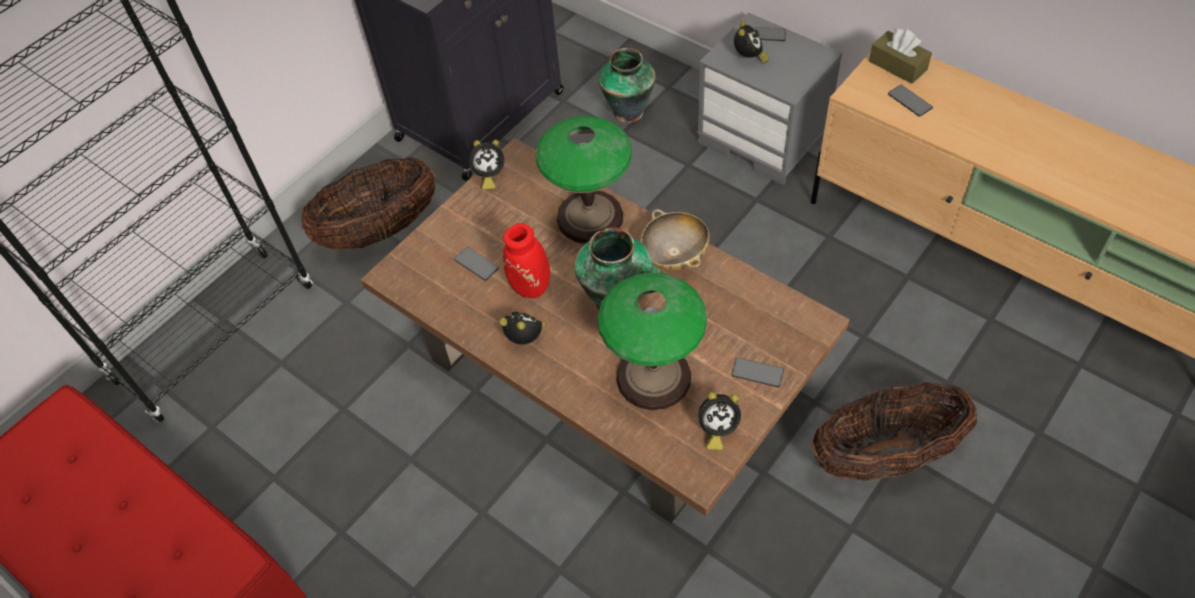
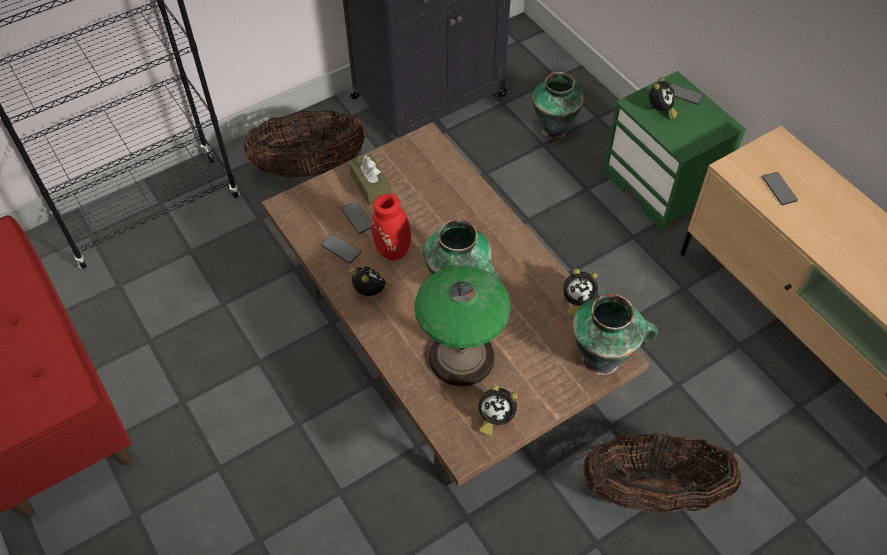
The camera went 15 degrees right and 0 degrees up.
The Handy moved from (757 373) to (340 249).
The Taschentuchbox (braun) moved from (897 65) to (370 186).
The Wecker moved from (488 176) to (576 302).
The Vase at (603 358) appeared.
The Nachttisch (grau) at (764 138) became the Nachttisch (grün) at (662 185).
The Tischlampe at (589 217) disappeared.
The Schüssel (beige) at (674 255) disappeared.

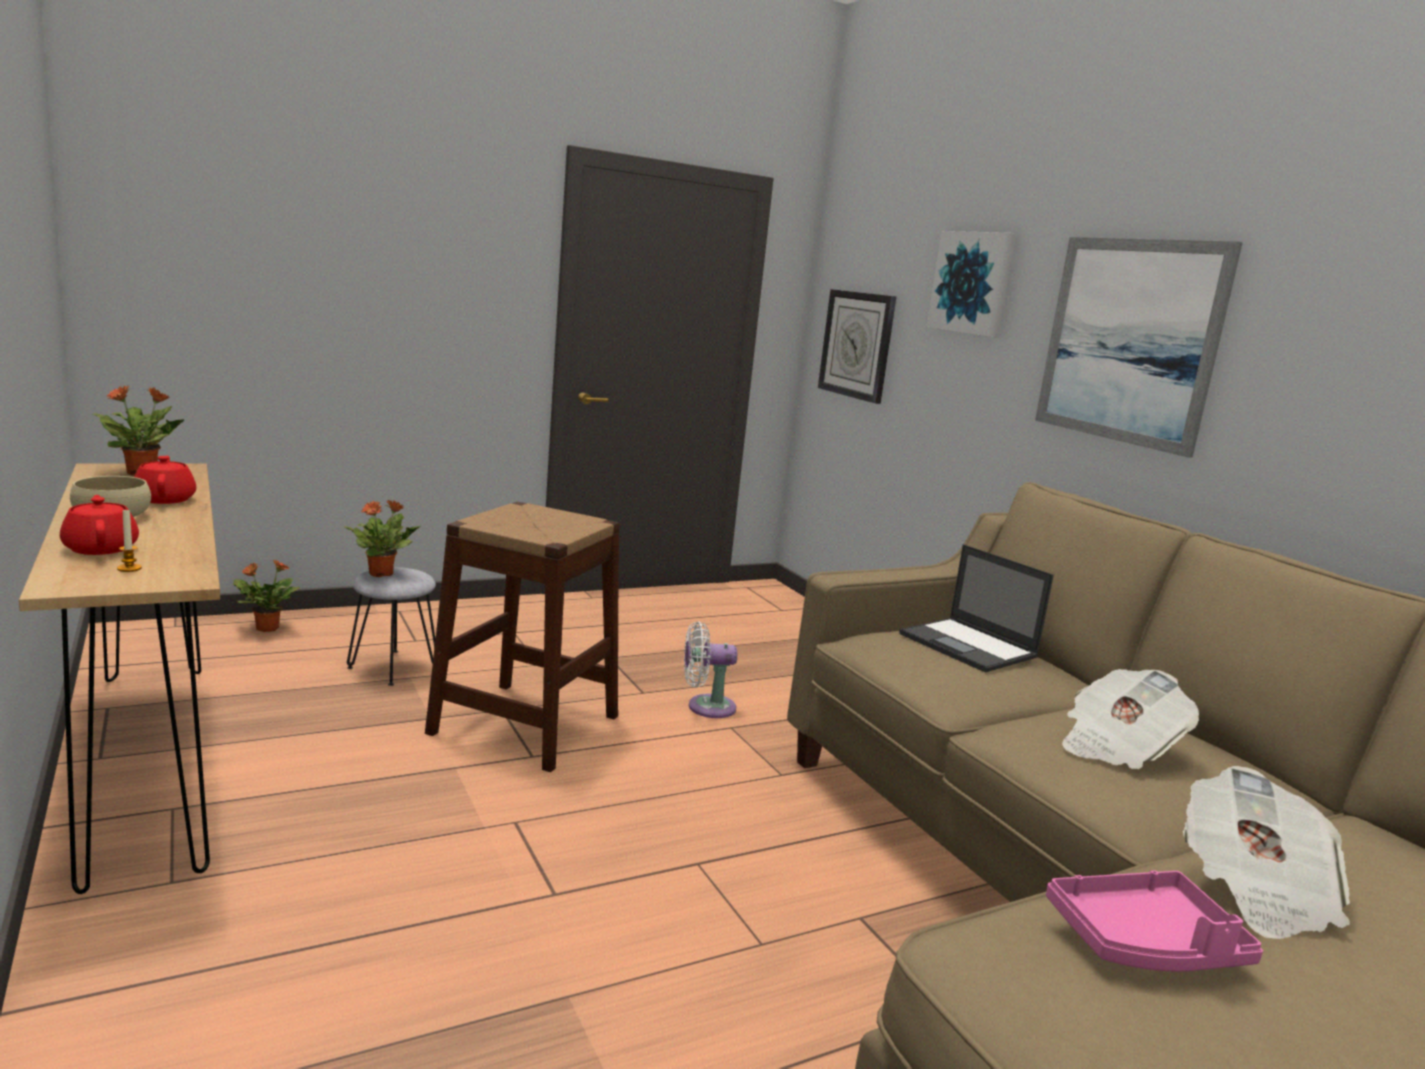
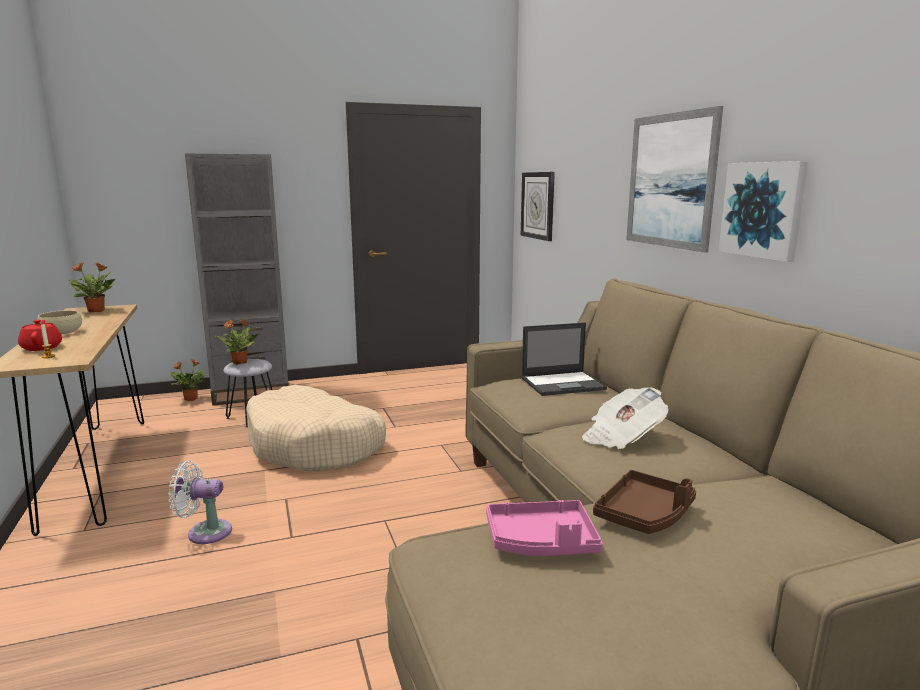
The camera went 10 degrees right and 0 degrees up.
The Ventilator (weiß) moved from (706 707) to (205 532).
The Bücherregal (grau) at (251 393) appeared.
The Hocker (braun) at (524 724) was replaced by the Hundebett (beige) at (315 446).
The Laptop at (969 646) turned 75 degrees counterclockwise.
The Zeitung at (1255 890) was replaced by the Tablett (braun) at (645 515).
The Bild moved from (972 283) to (762 210).
The Teekanne (rot) at (165 499) disappeared.

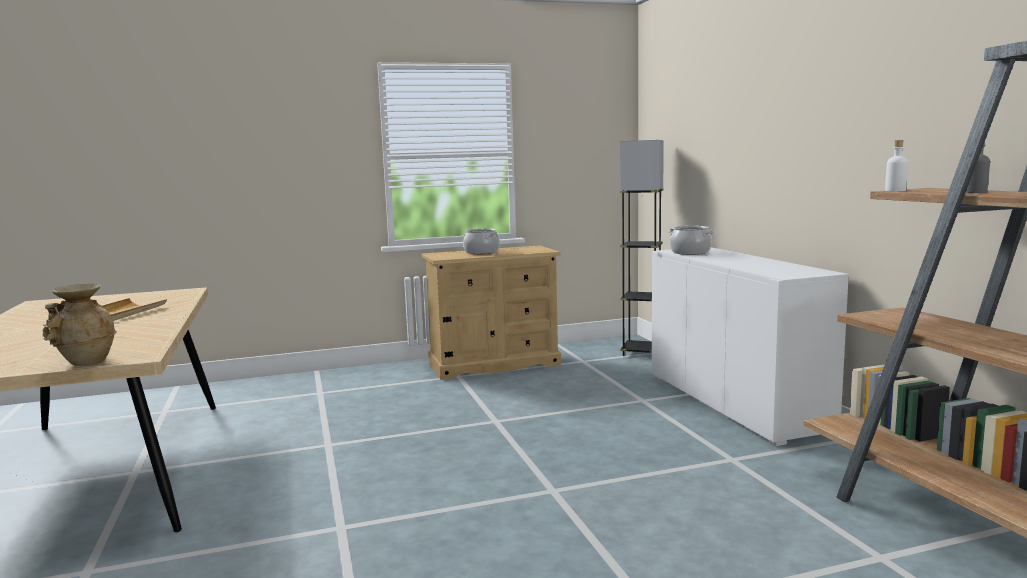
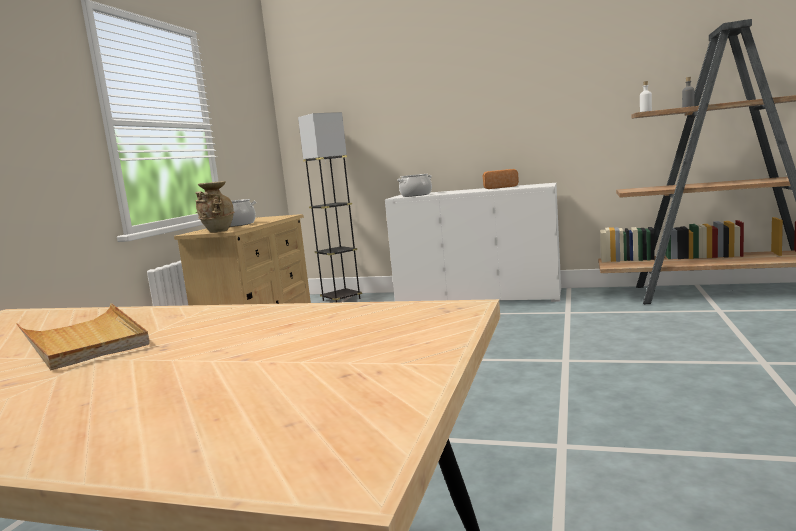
The camera went 55 degrees left and 0 degrees up.
The Vase (beige) moved from (85 362) to (217 231).
The Brot at (499 187) appeared.

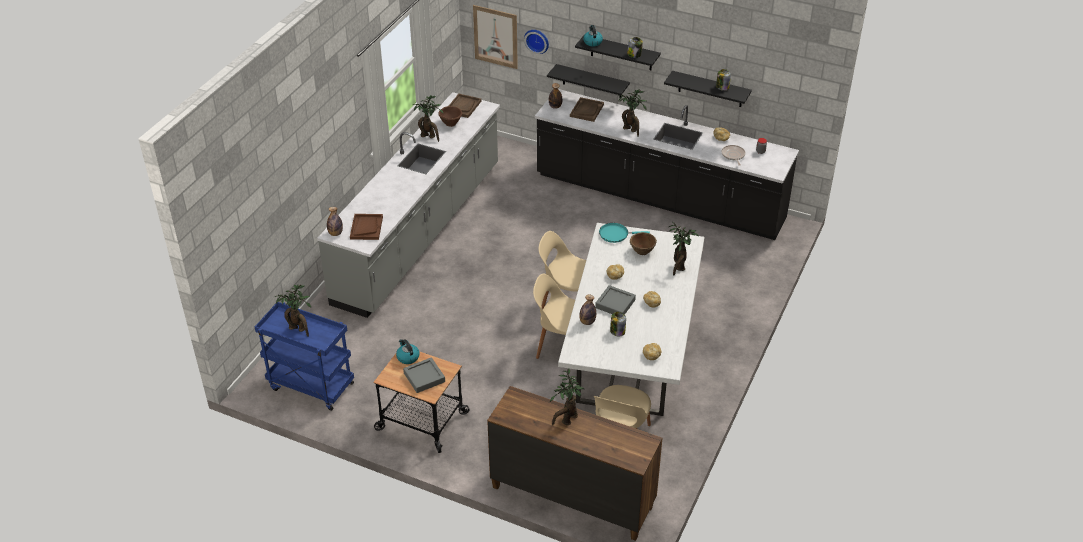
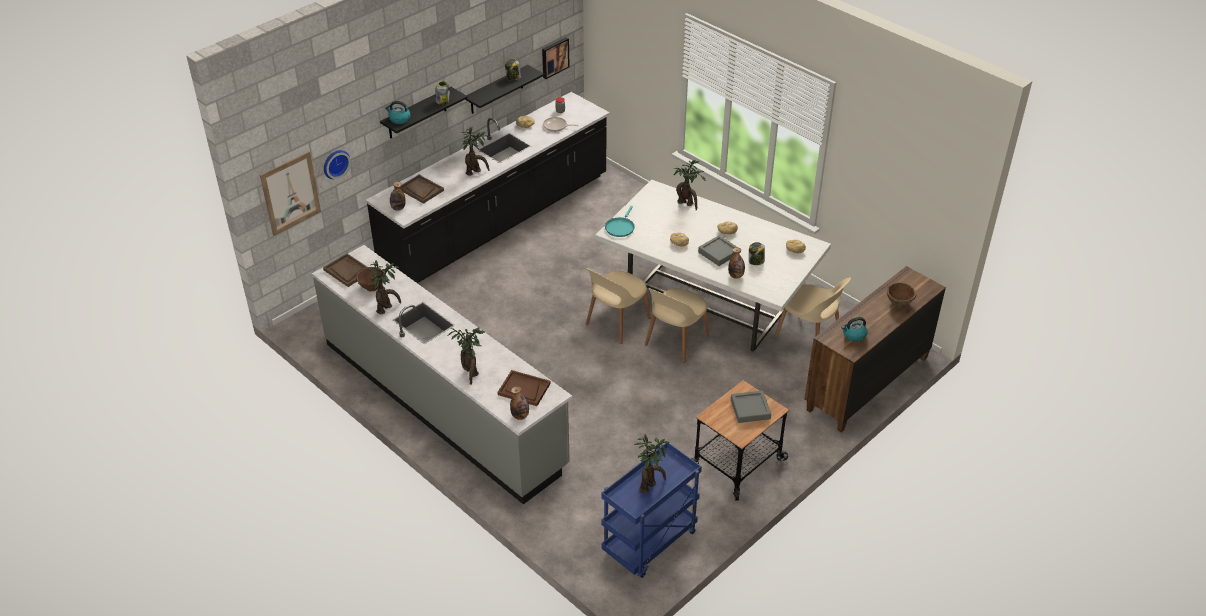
The camera went 70 degrees left and 0 degrees up.
The Topfpflanze moved from (567 420) to (471 373).
The Bild at (554 57) appeared.
The Wasserkessel moved from (407 357) to (853 335).
The Schüssel (braun) moved from (642 251) to (899 303).
The Wandregal (schwarz) at (592 82) disappeared.

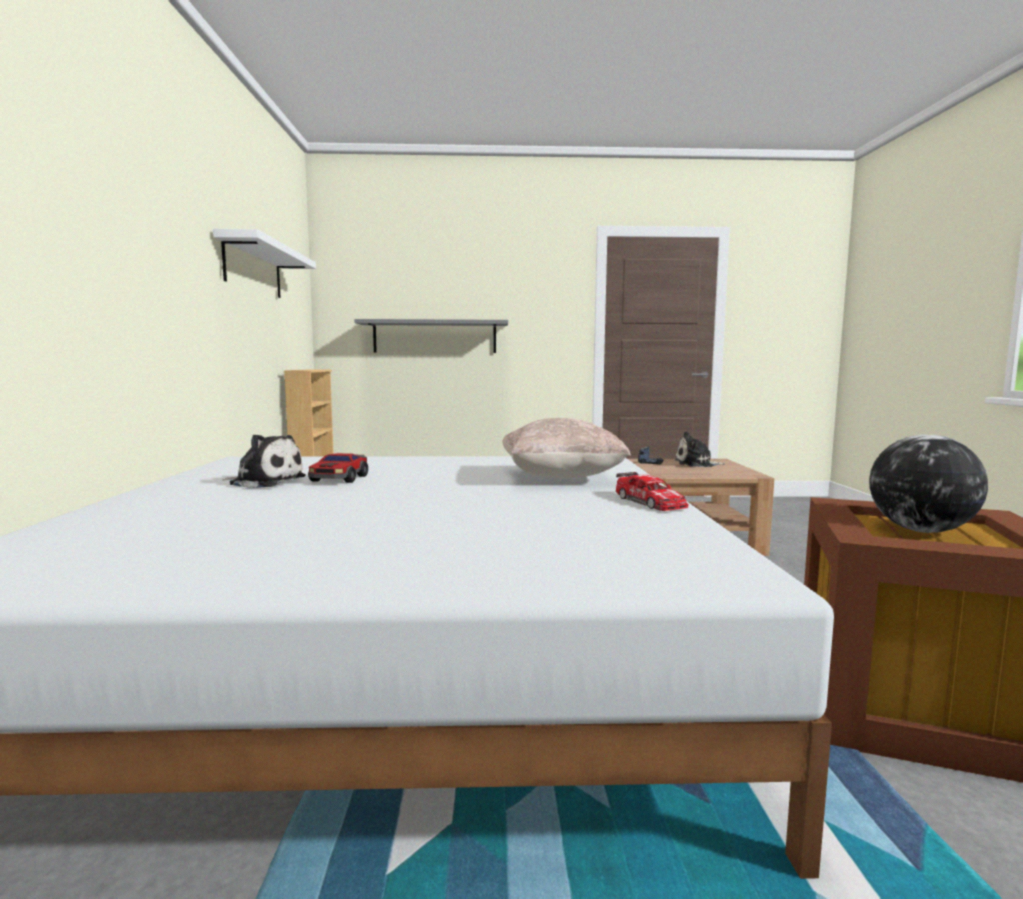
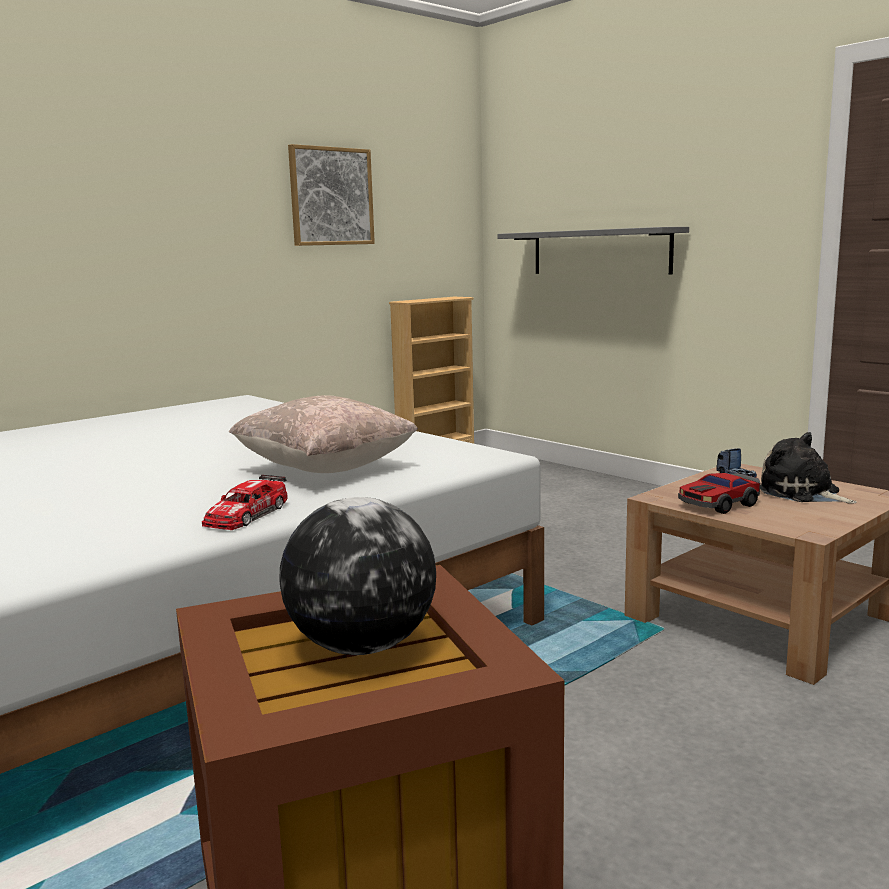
The camera went 50 degrees right and 5 degrees up.
The Wandregal (weiß) at (253 269) was replaced by the Bild at (331 196).
The Spielzeugauto moved from (340 478) to (719 504).
The Plüschtier at (265 481) disappeared.

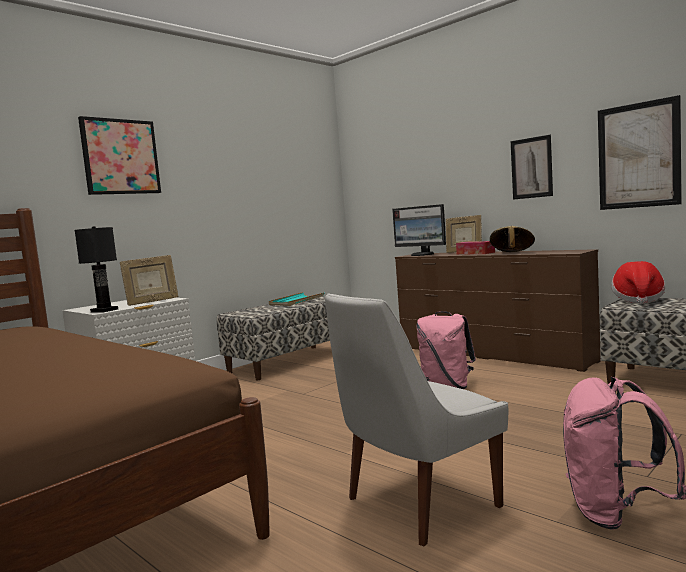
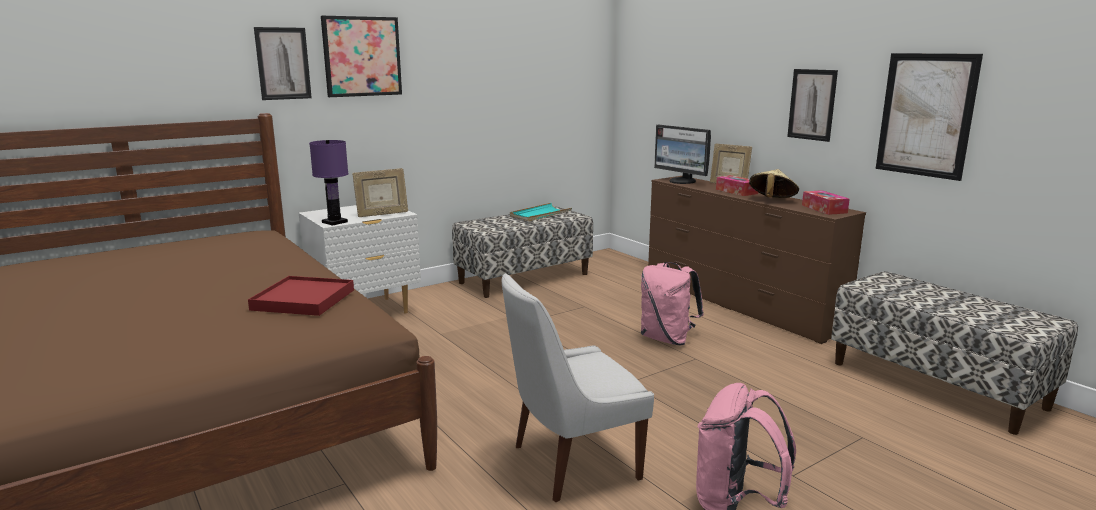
The camera went 10 degrees right and 10 degrees up.
The Tablett (rot) at (303 300) appeared.
The Bild at (283 63) appeared.
The Tischlampe (schwarz) at (104 310) became the Tischlampe (lila) at (334 222).
The Taschentuchbox at (824 209) appeared.
The Hut at (638 299) disappeared.

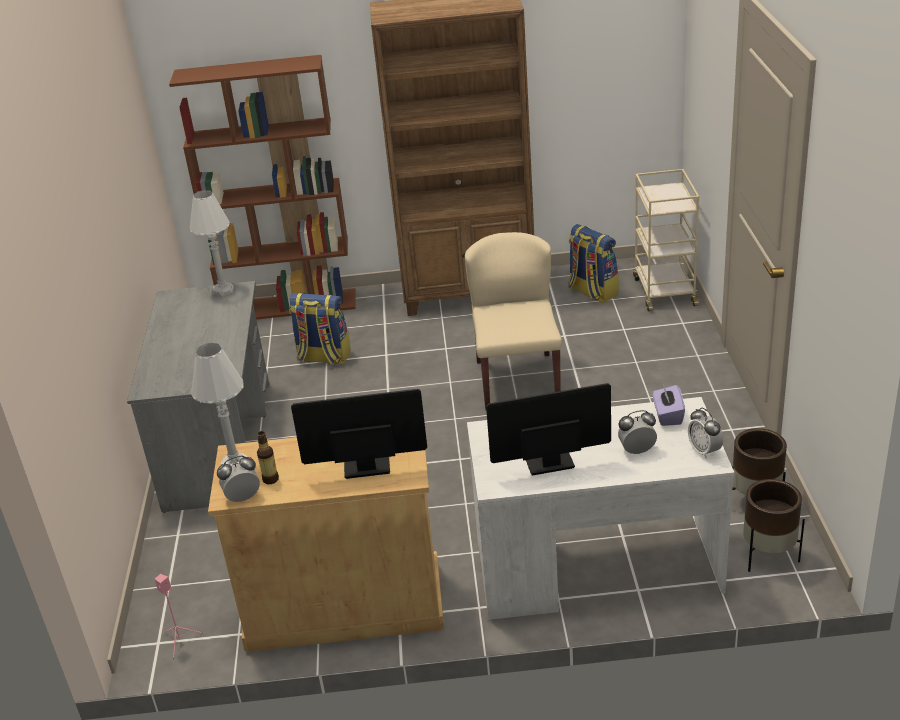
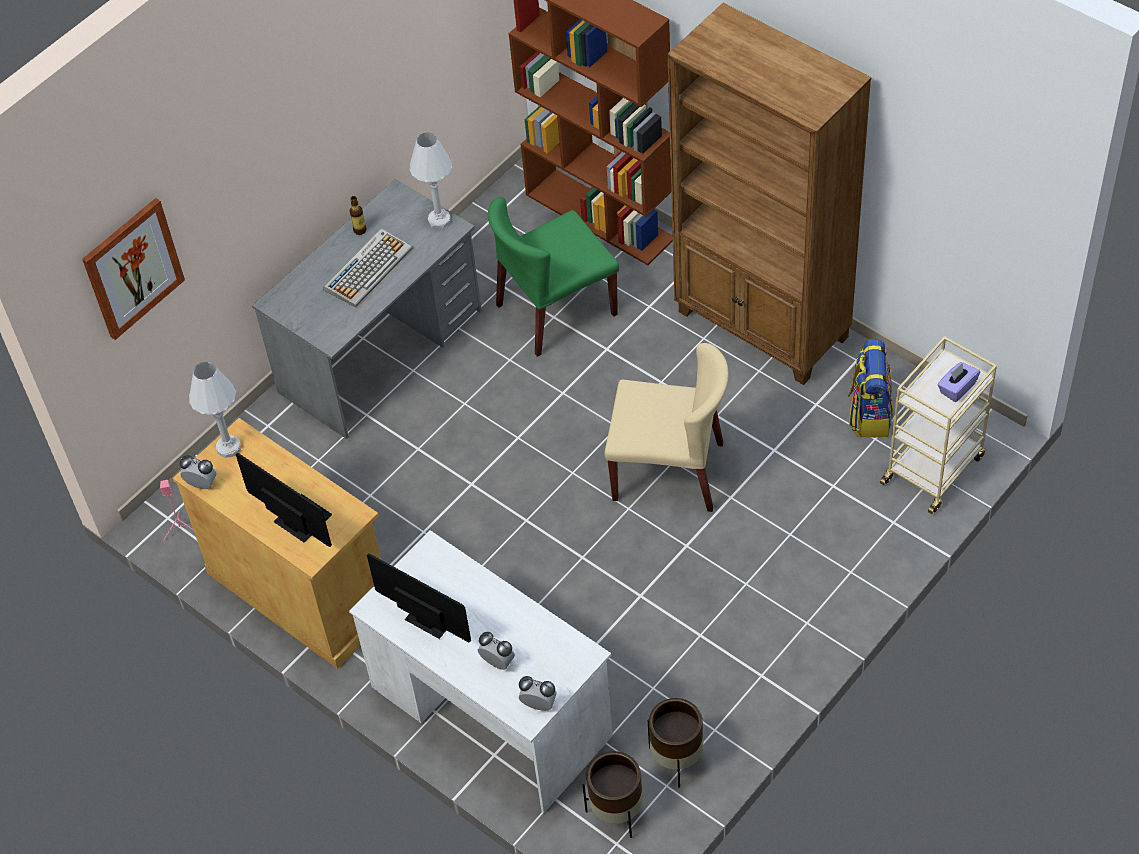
The camera went 45 degrees right and 20 degrees up.
The Bild at (132 268) appeared.
The Tastatur at (368 268) appeared.
The Flasche moved from (270 479) to (360 230).
The Rucksack at (323 357) was replaced by the Stuhl (grün) at (556 310).
The Wecker at (704 451) turned 90 degrees clockwise.
The Stuhl (beige) at (517 380) turned 60 degrees clockwise.
The Taschentuchbox (lila) moved from (667 416) to (957 388).

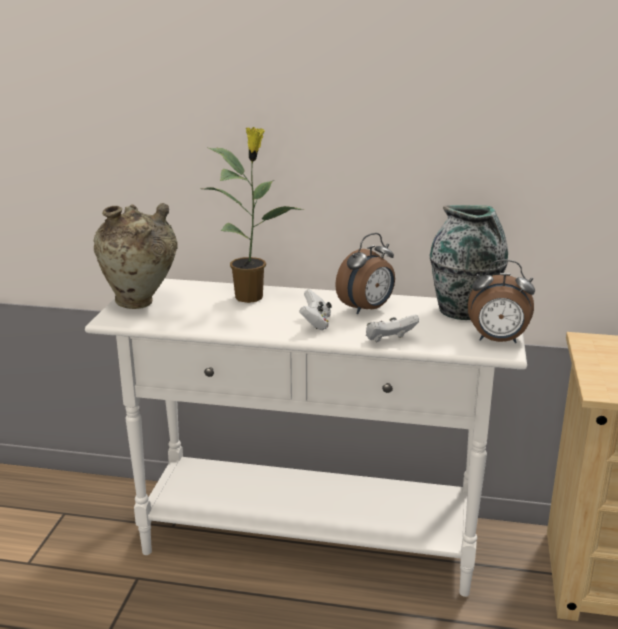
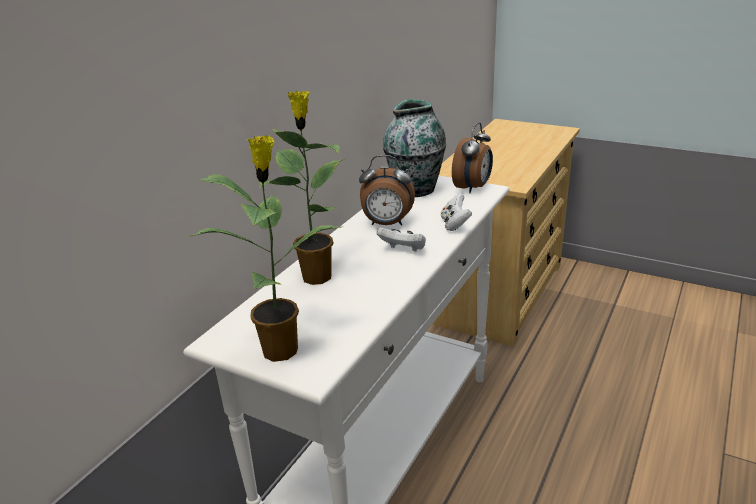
The camera went 70 degrees left and 5 degrees up.
The Vase (beige) at (140 303) was replaced by the Topfpflanze at (282 348).
The Wecker at (367 309) turned 120 degrees clockwise.

